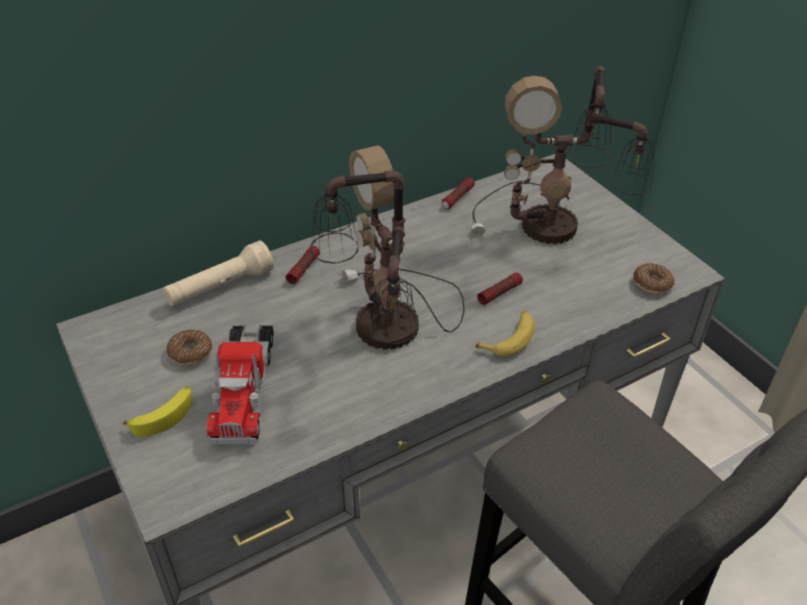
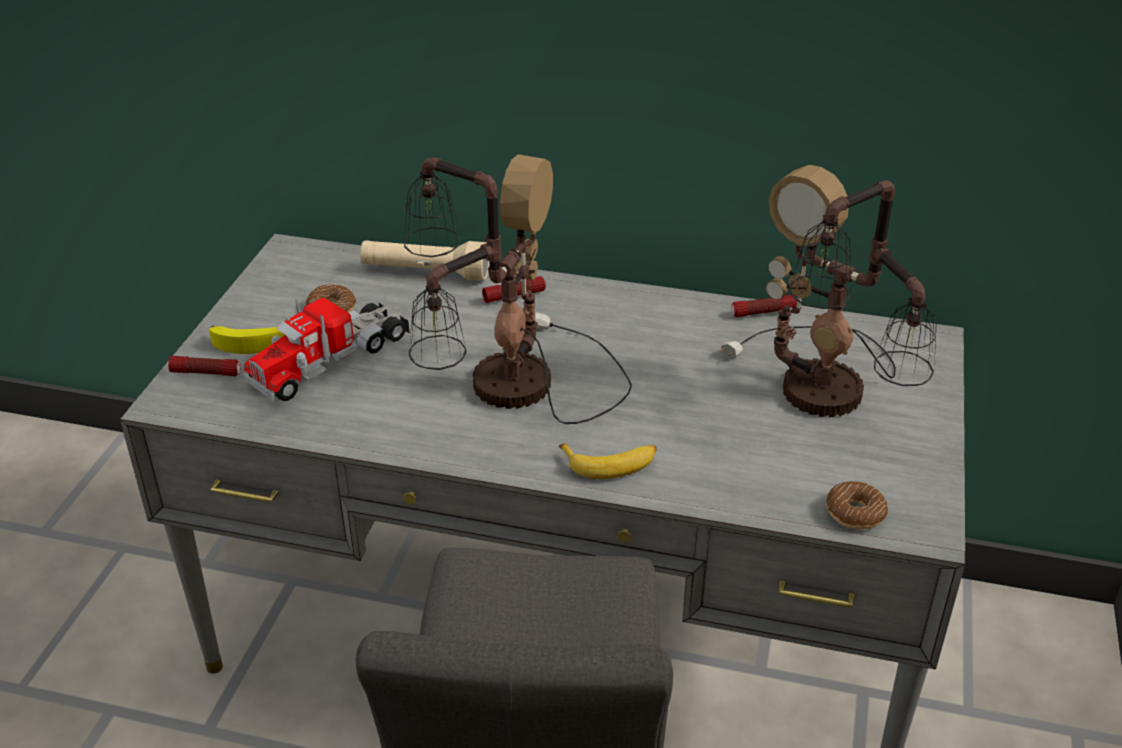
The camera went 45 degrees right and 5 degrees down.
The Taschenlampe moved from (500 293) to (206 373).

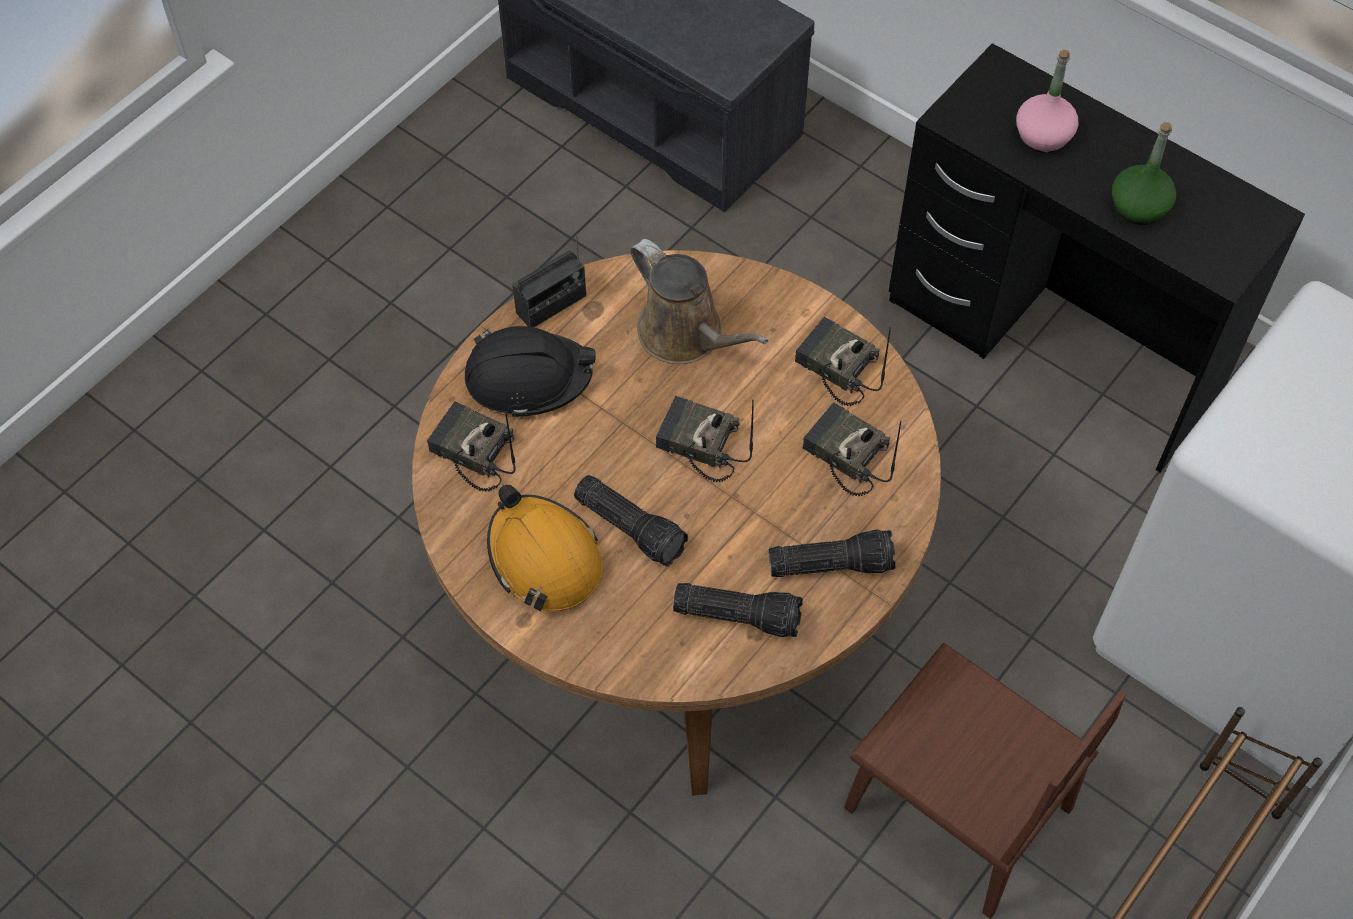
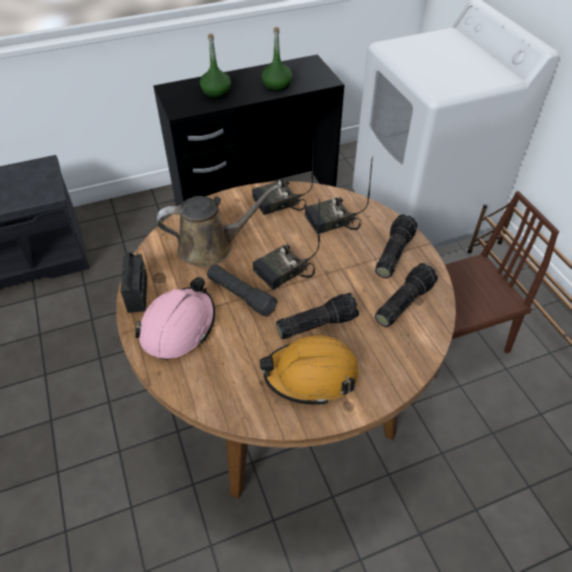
The camera went 60 degrees left and 10 degrees down.
The Schutzhelm (schwarz) at (528 378) became the Schutzhelm (rosa) at (178 327).
The Flasche (rosa) at (1043 136) became the Flasche (grün) at (216 93).
The Taschenlampe (schwarz) at (241 295) appeared.
The Radio at (471 452) disappeared.

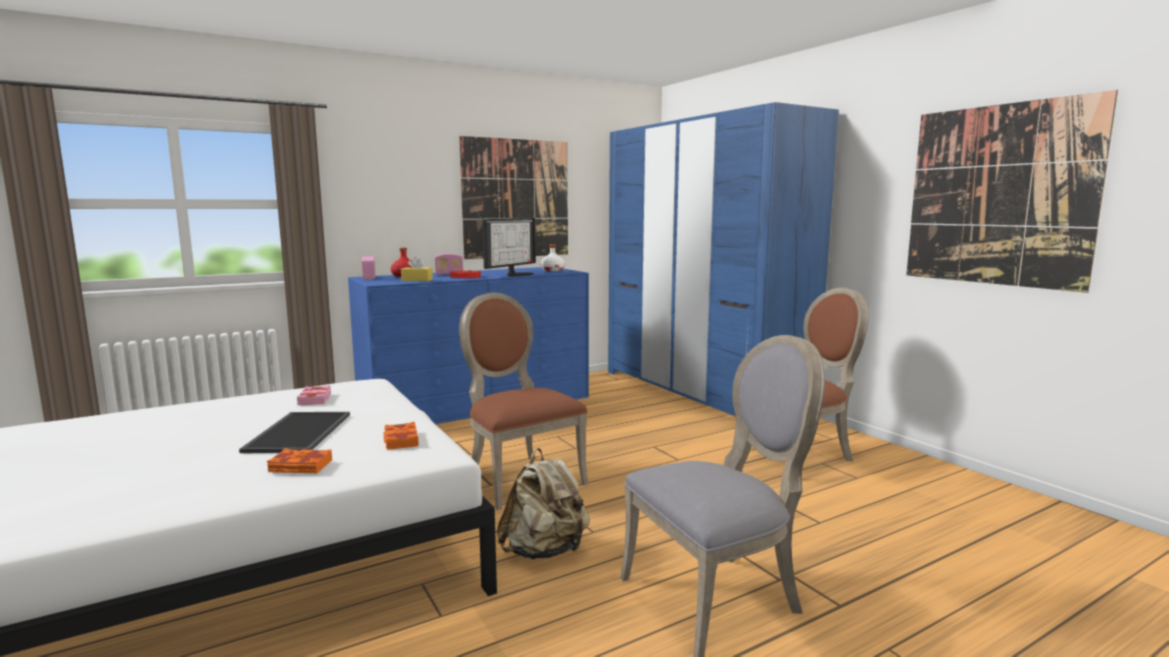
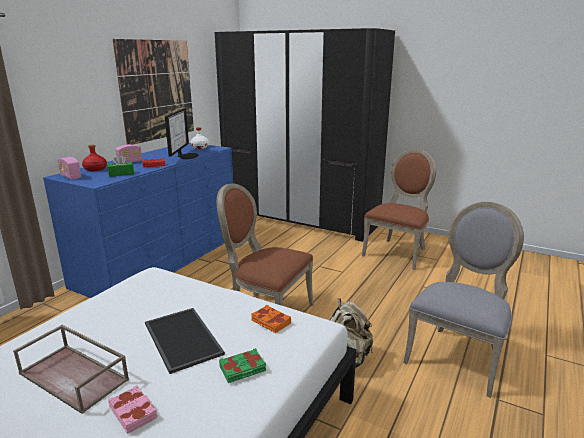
The camera went 30 degrees left and 10 degrees up.
The Tablett (braun) at (75 376) appeared.
The Taschentuchbox (gelb) at (417 280) became the Taschentuchbox (grün) at (121 174).
The Buch (rosa) moved from (315 399) to (133 412).
The Kleiderschrank (blau) at (699 392) became the Kleiderschrank (schwarz) at (300 218).
The Buch (orange) at (300 466) became the Buch (grün) at (243 369).
The Bild at (997 195) disappeared.

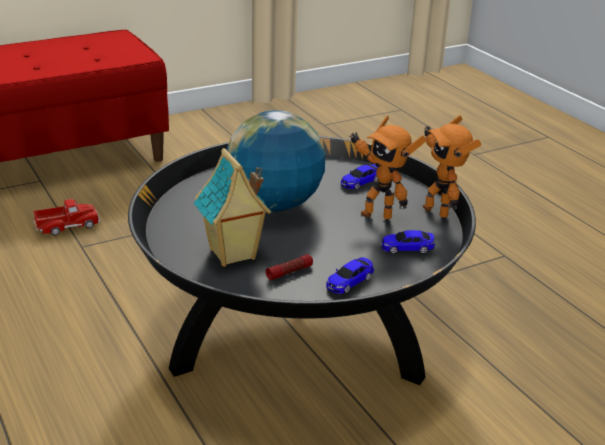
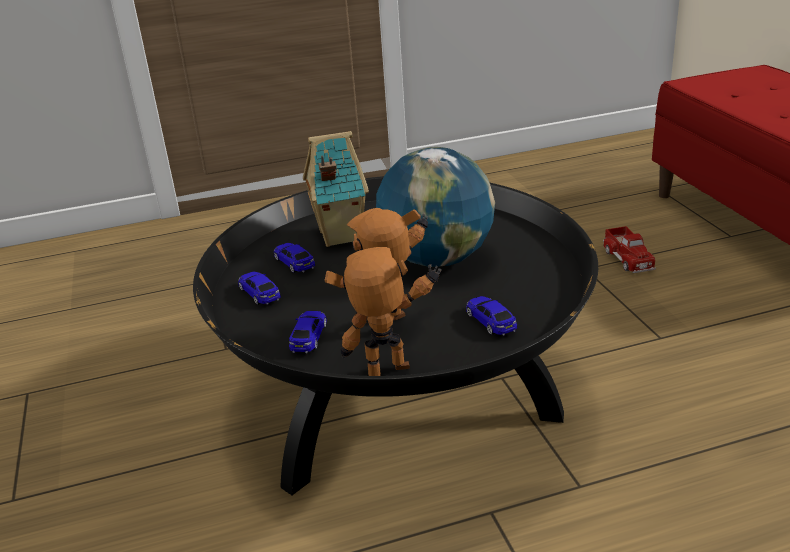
The camera went 105 degrees right and 0 degrees up.
The Taschenlampe at (289 272) was replaced by the Spielzeugauto at (294 263).

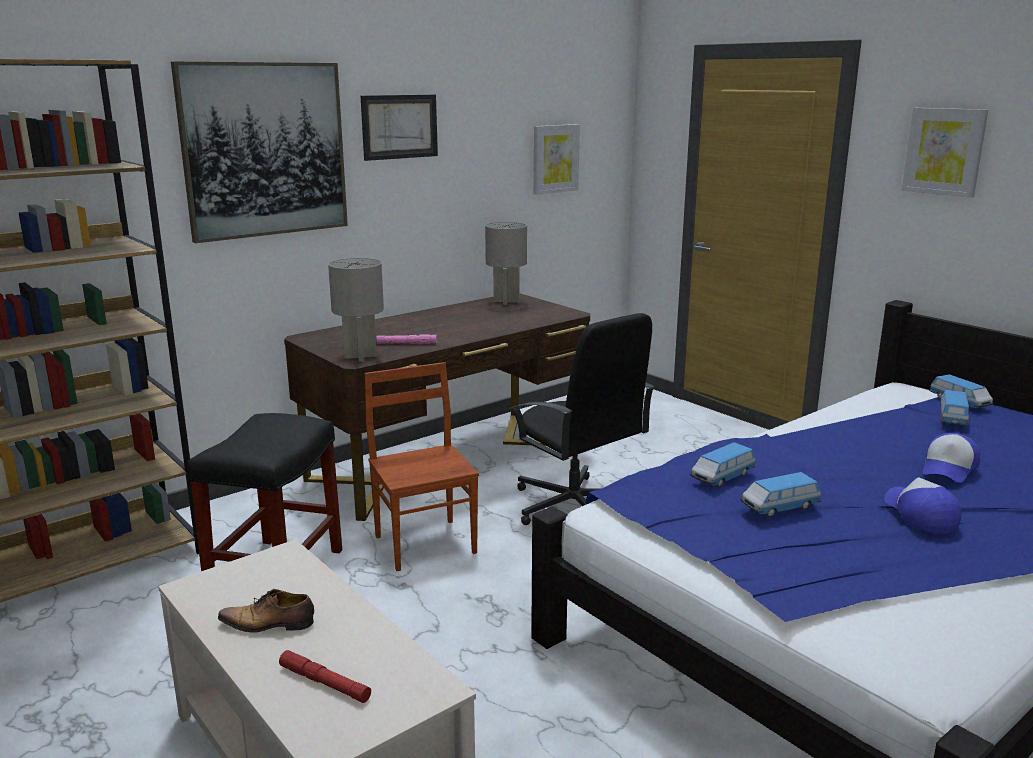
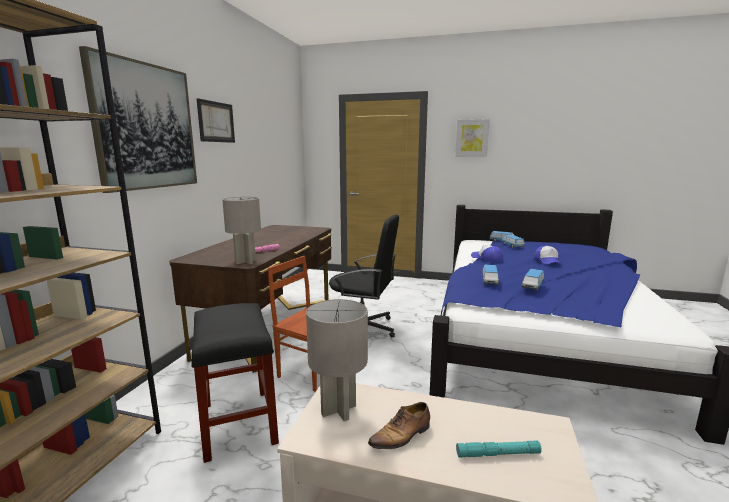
The camera went 35 degrees left and 5 degrees down.
The Tischlampe (grau) moved from (506 301) to (338 410).
The Taschenlampe (rot) at (324 683) became the Taschenlampe (türkis) at (498 454).
The Kappe moved from (919 514) to (487 258).
The Bild at (555 158) disappeared.

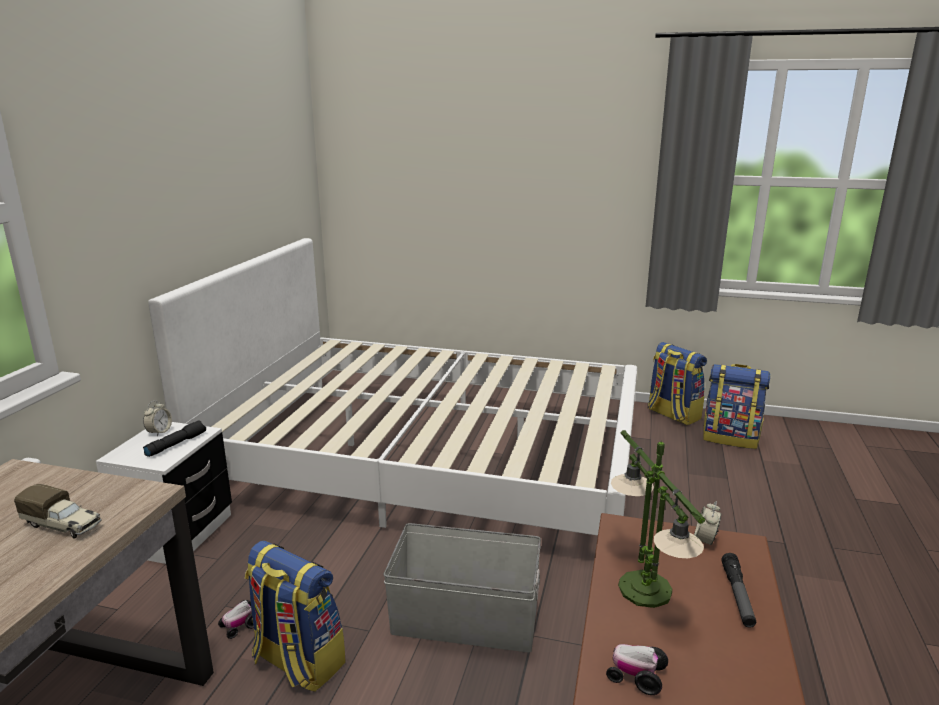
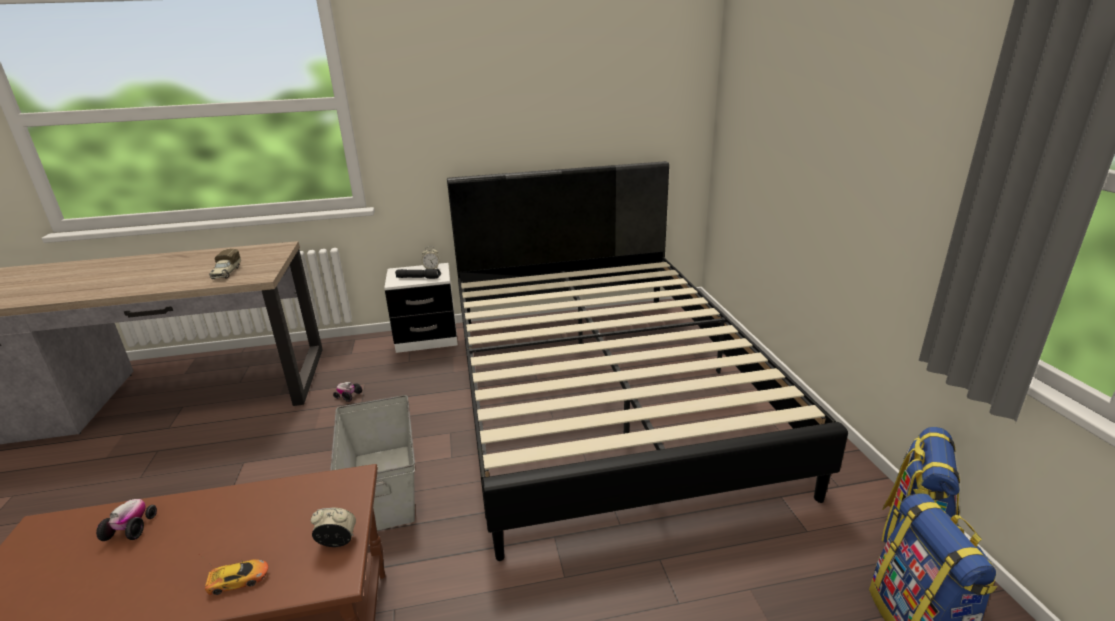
The camera went 65 degrees right and 5 degrees up.
The Taschenlampe at (737 595) was replaced by the Spielzeugauto at (238 579).
The Bett (weiß) at (430 457) became the Bett (schwarz) at (602 390).
The Rucksack at (297 662) disappeared.
The Tischlampe at (645 590) disappeared.

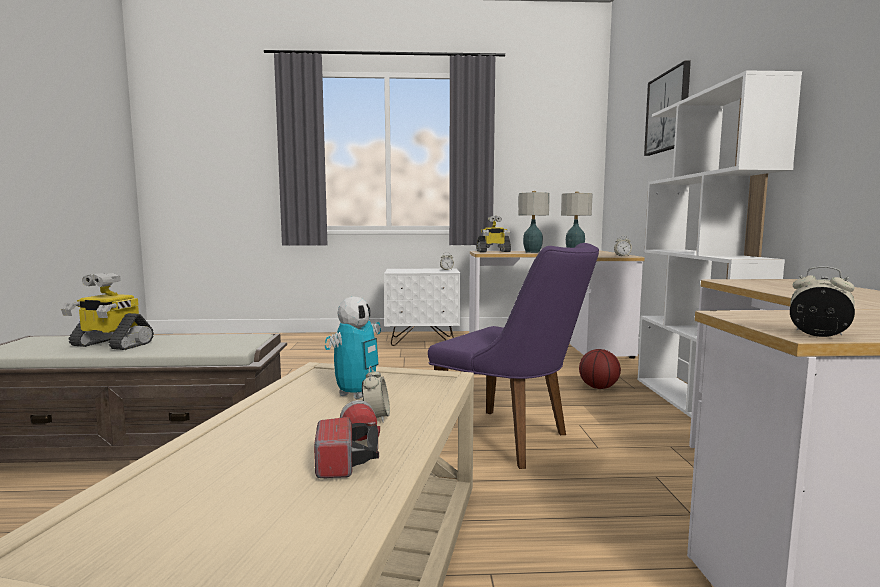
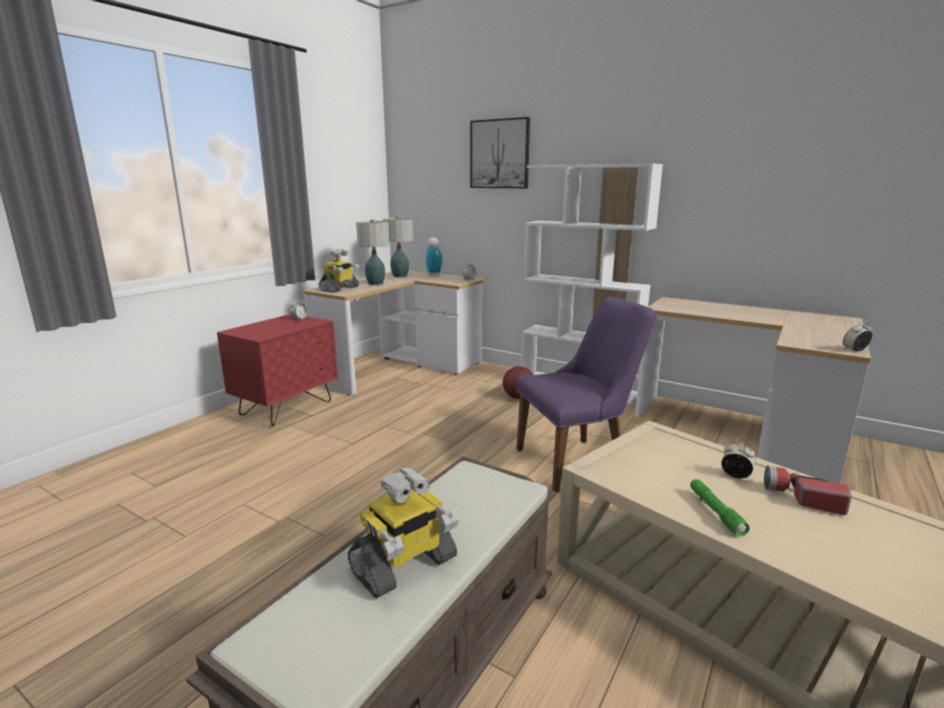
The camera went 55 degrees left and 10 degrees up.
The Nachttisch (weiß) at (422 341) became the Nachttisch (rot) at (286 408).
The Spielzeugroboter moved from (356 394) to (434 274).
The Taschenlampe (grün) at (715 512) appeared.

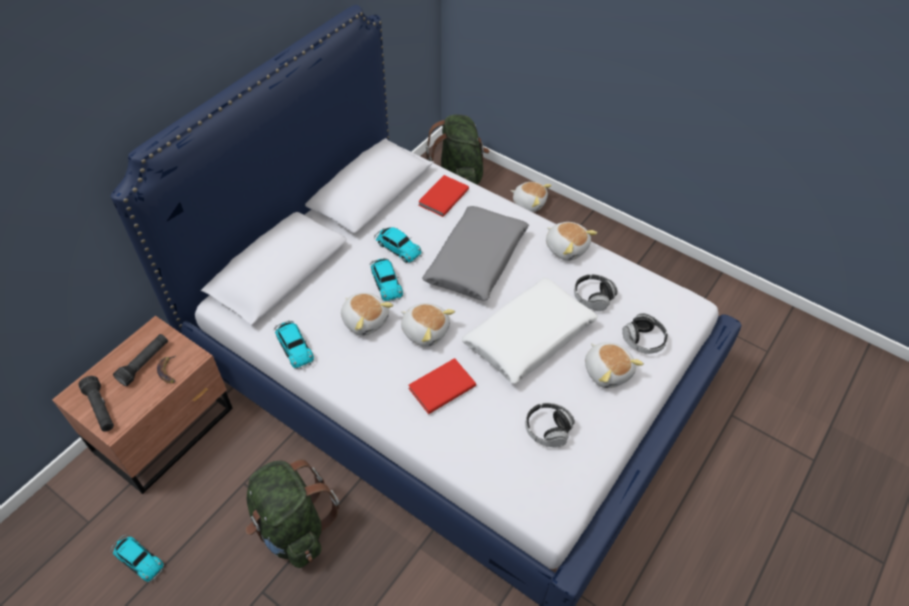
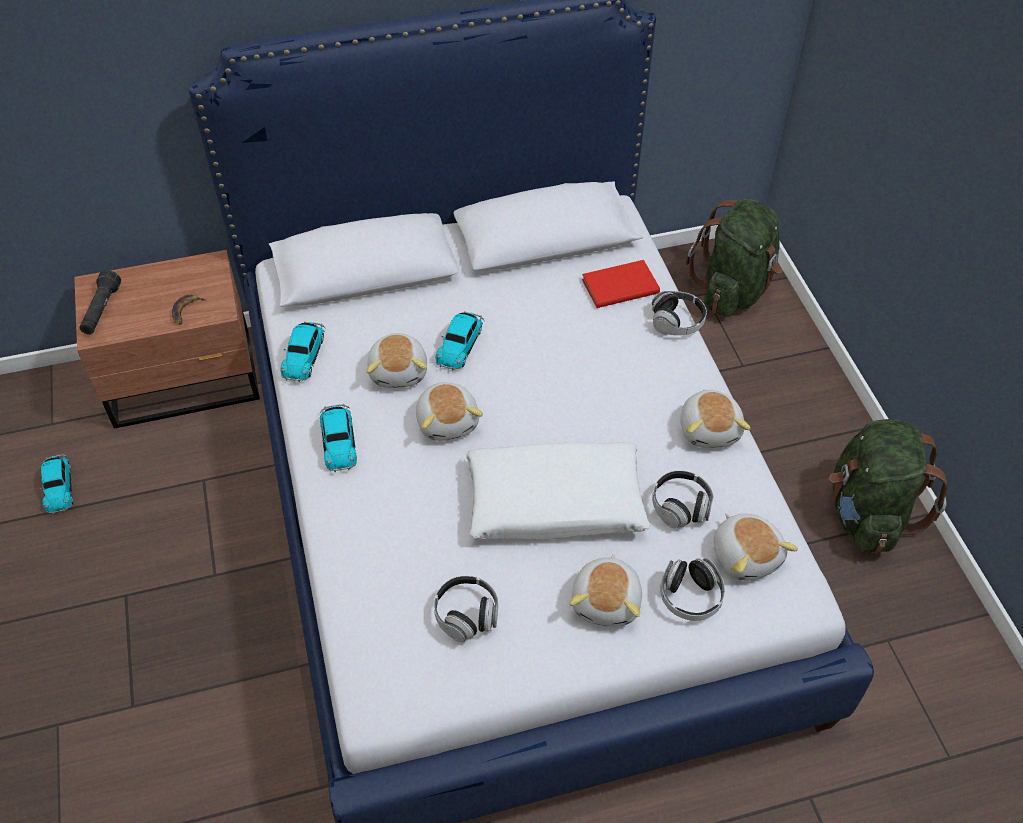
The camera went 40 degrees right and 0 degrees up.
The Spielzeugauto moved from (397 247) to (338 440).
The Kopfhörer at (677 322) appeared.
The Plüschtier moved from (529 202) to (746 555).
The Rucksack (grün) moved from (293 527) to (867 513).
The Taschenlampe (schwarz) at (145 363) disappeared.
The Buch (rot) at (440 387) disappeared.
The Kissen (grau) at (476 261) disappeared.

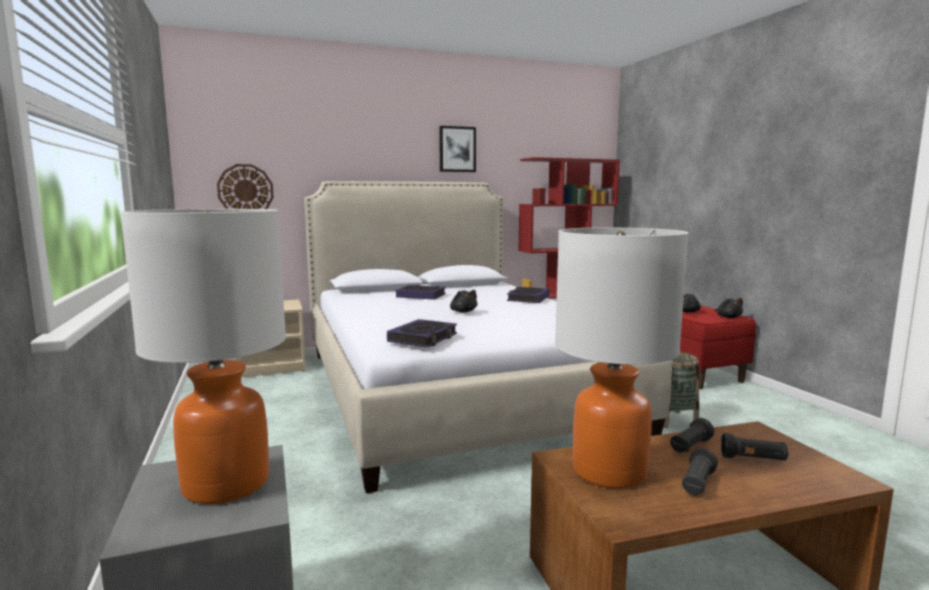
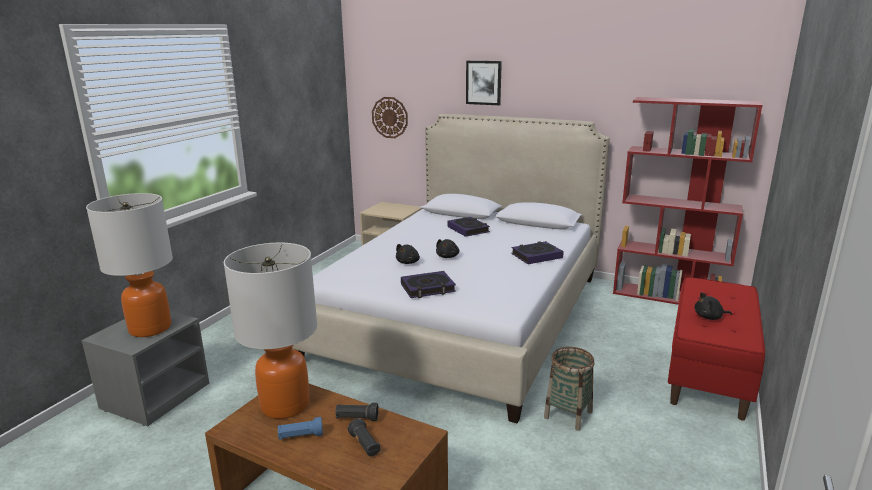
The camera went 45 degrees right and 10 degrees up.
The Taschenlampe (schwarz) at (697 484) became the Taschenlampe (blau) at (300 436).
The Plüschtier (schwarz) moved from (728 317) to (408 262).
The Buch moved from (423 338) to (428 288).
The Bild moved from (457 149) to (483 82).

